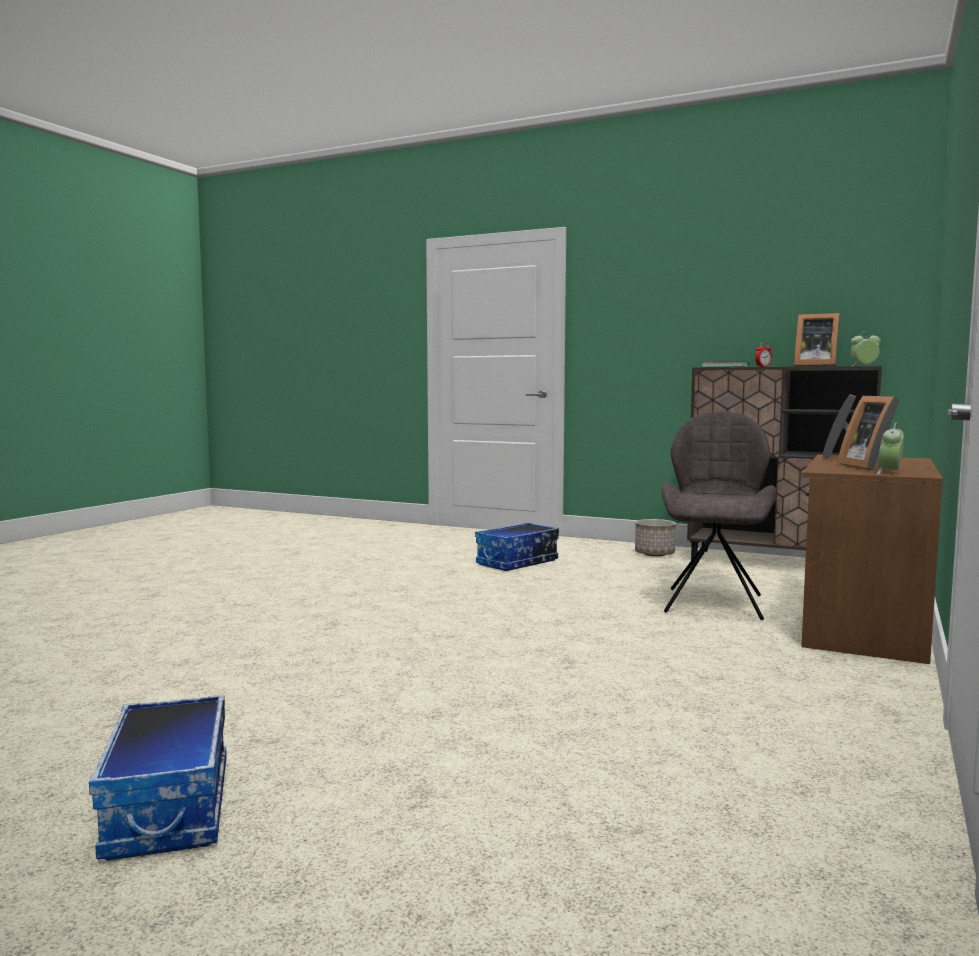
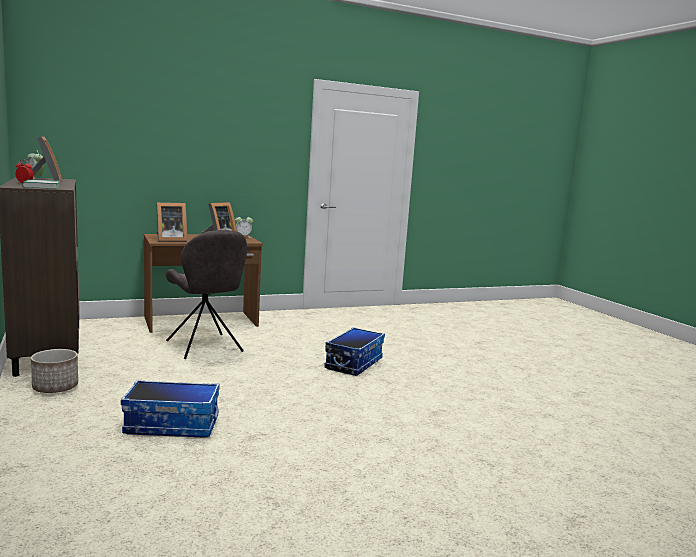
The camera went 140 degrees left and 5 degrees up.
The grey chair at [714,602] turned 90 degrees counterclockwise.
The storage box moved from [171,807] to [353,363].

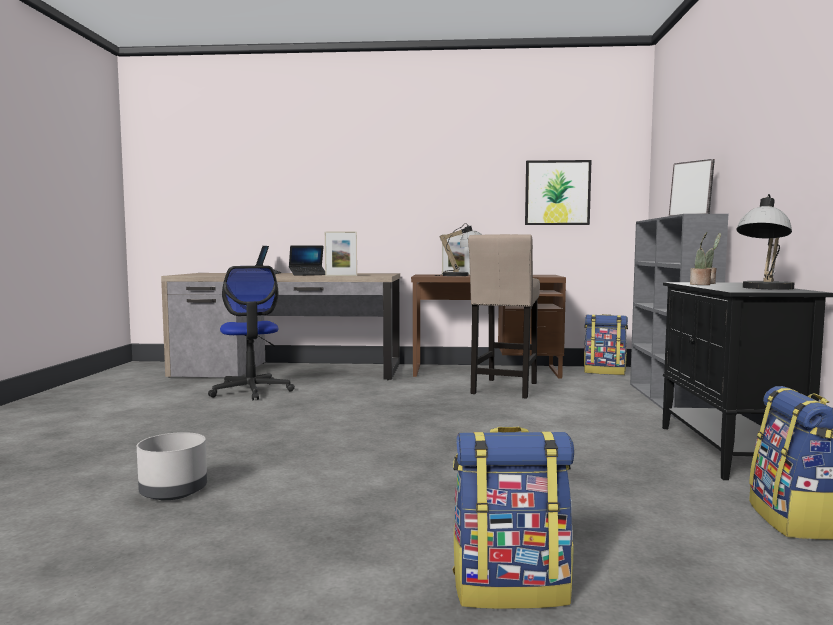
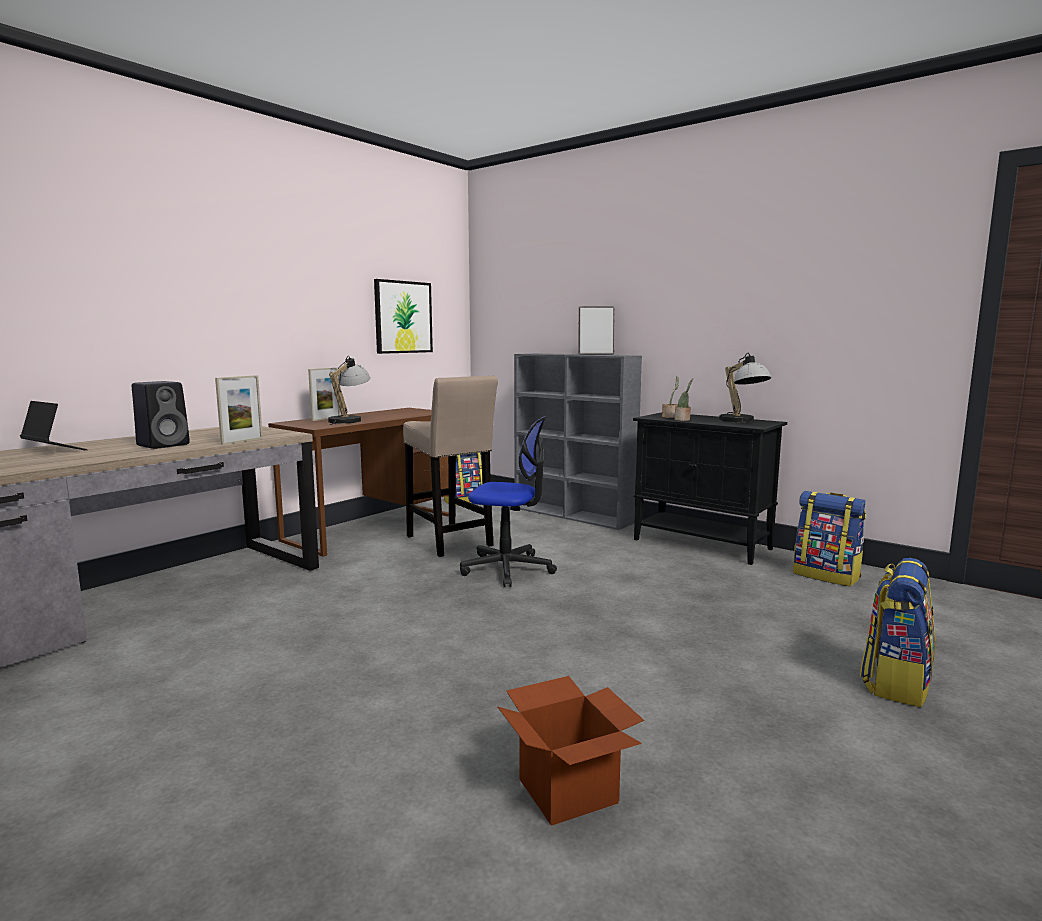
The camera went 55 degrees left and 5 degrees up.
The laptop at [308,274] was replaced by the black speaker at [164,445].
The office chair moved from [251,391] to [508,569].
The grey planter at [172,492] was replaced by the cardboard box at [568,791].

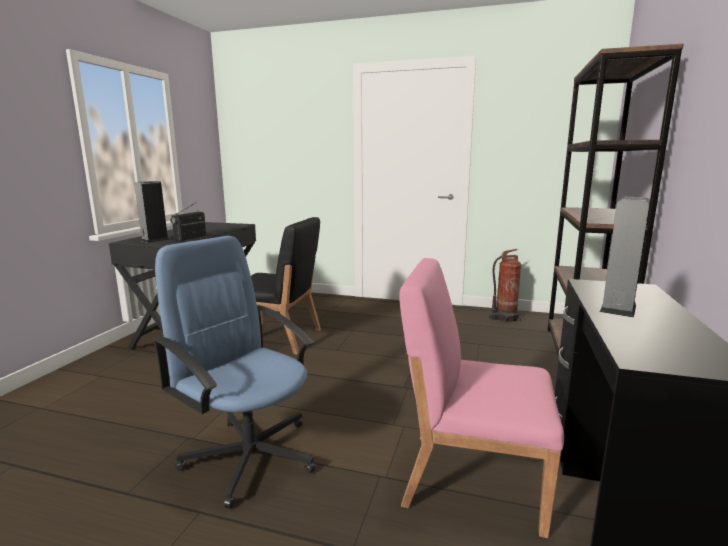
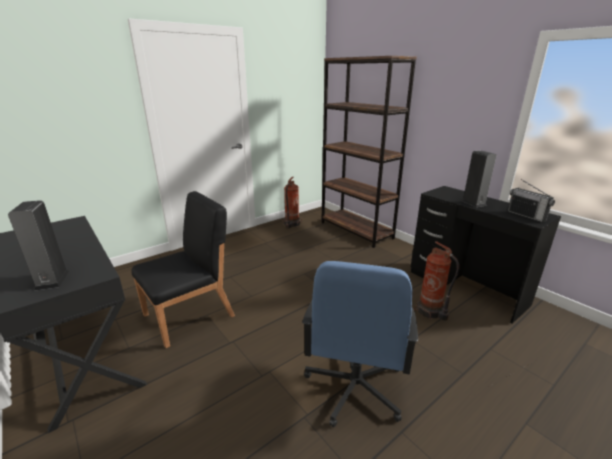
The camera went 55 degrees left and 10 degrees up.
The radio moved from [190,238] to [526,215].
The blue office chair at [250,455] turned 60 degrees counterclockwise.
The pink chair at [471,478] was replaced by the fire extinguisher at [430,312].

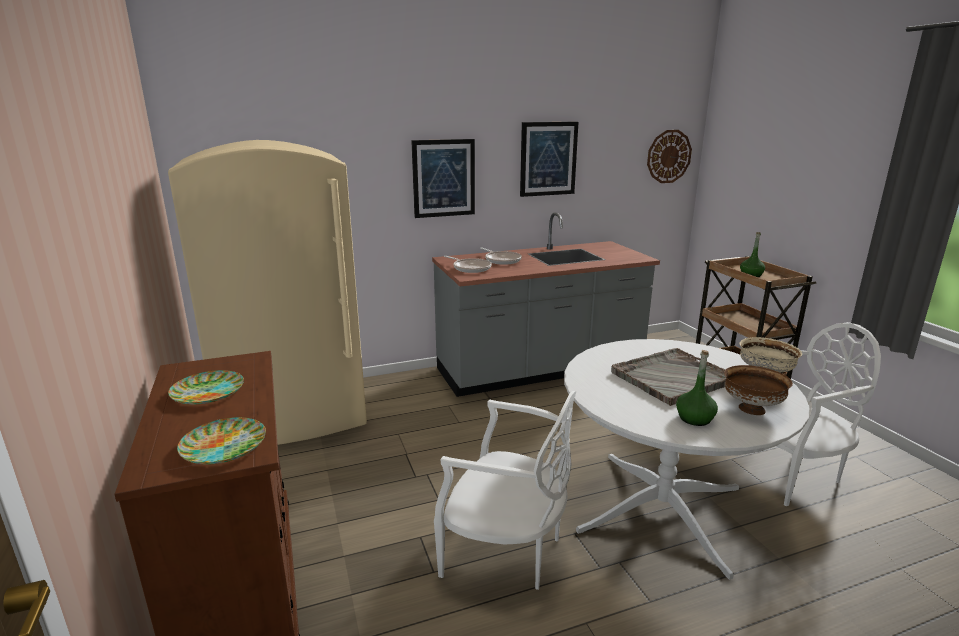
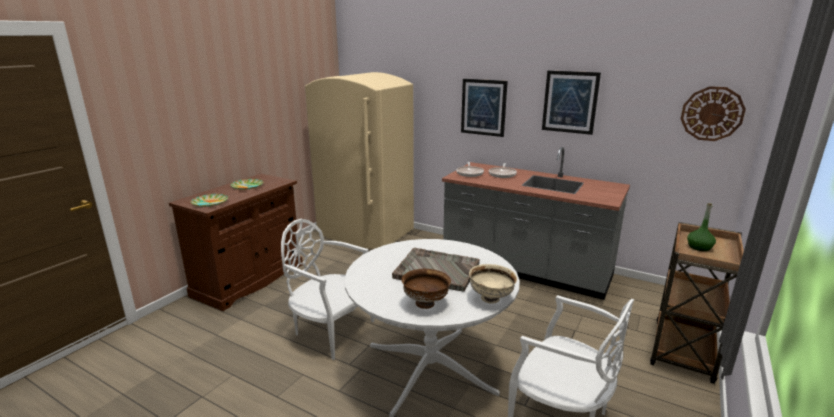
The camera went 50 degrees right and 0 degrees up.
The green bottle at [694,418] disappeared.
The white chair at [506,551] turned 135 degrees clockwise.

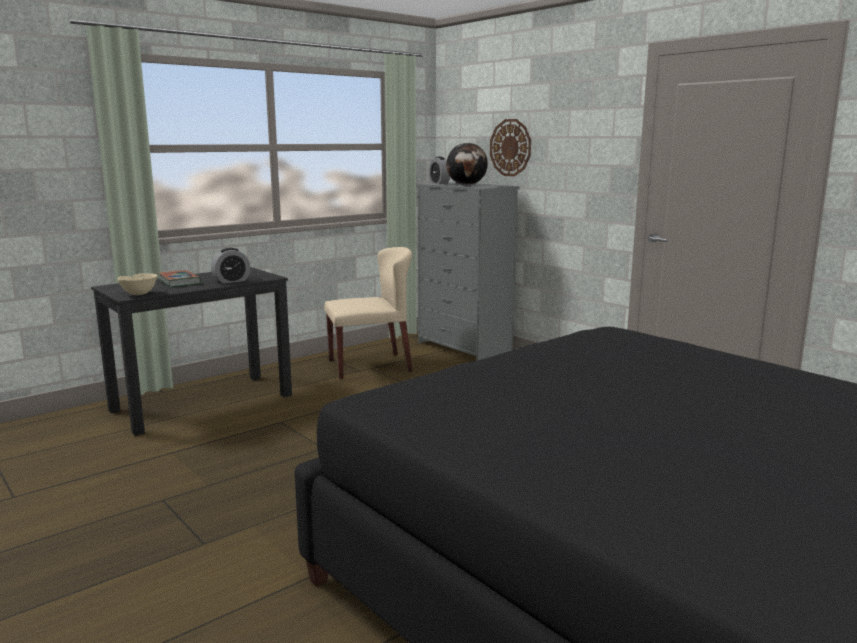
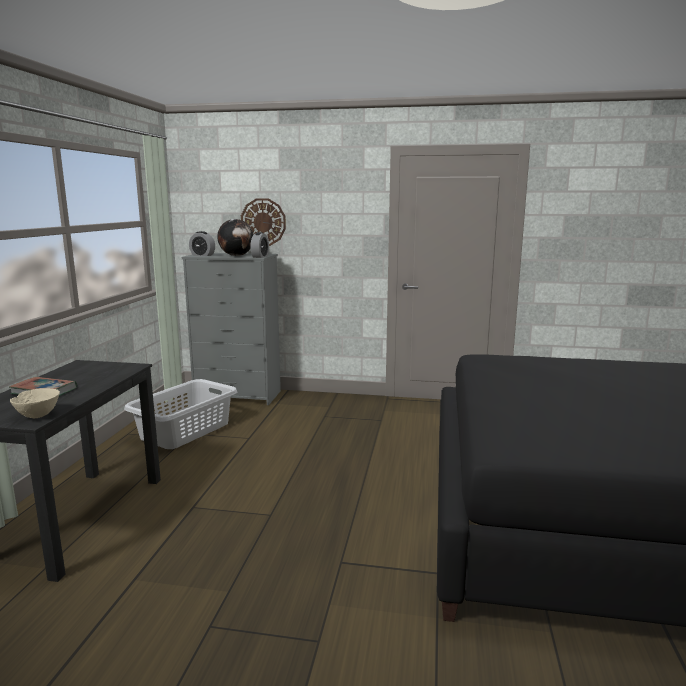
The camera went 40 degrees left and 0 degrees up.
The beige chair at [370,365] was replaced by the grey laundry basket at [186,431].
The alarm clock moved from [231,281] to [260,256].

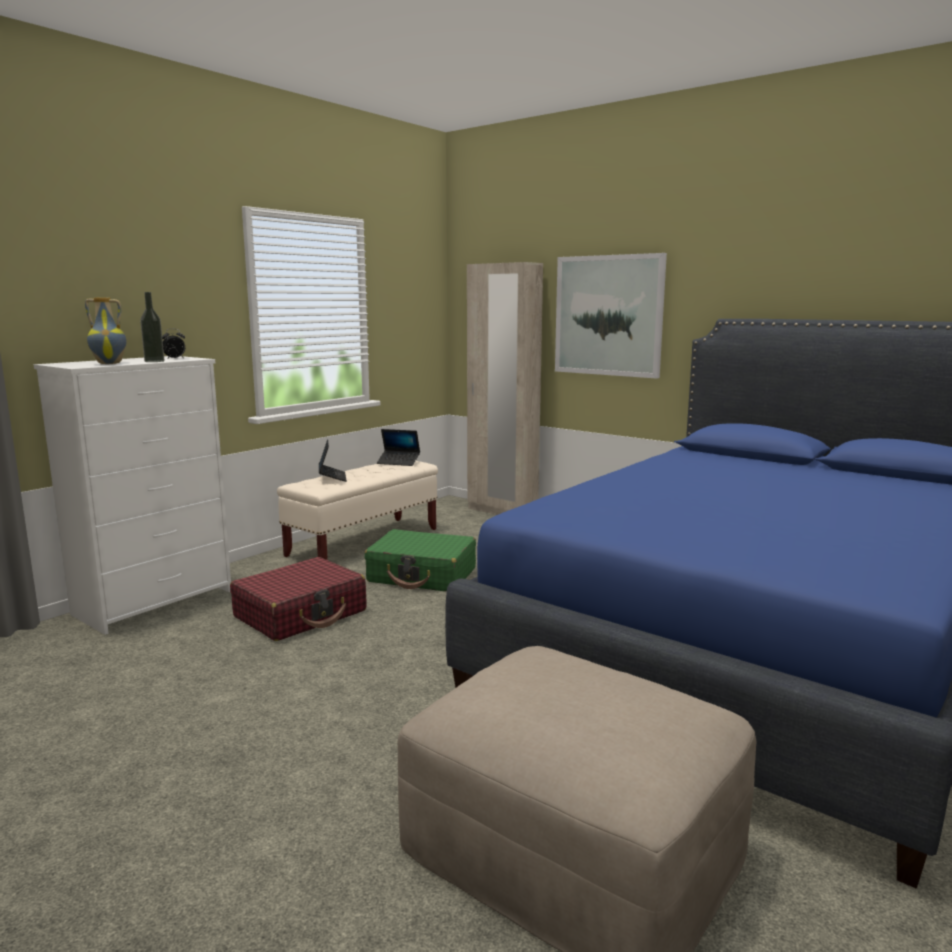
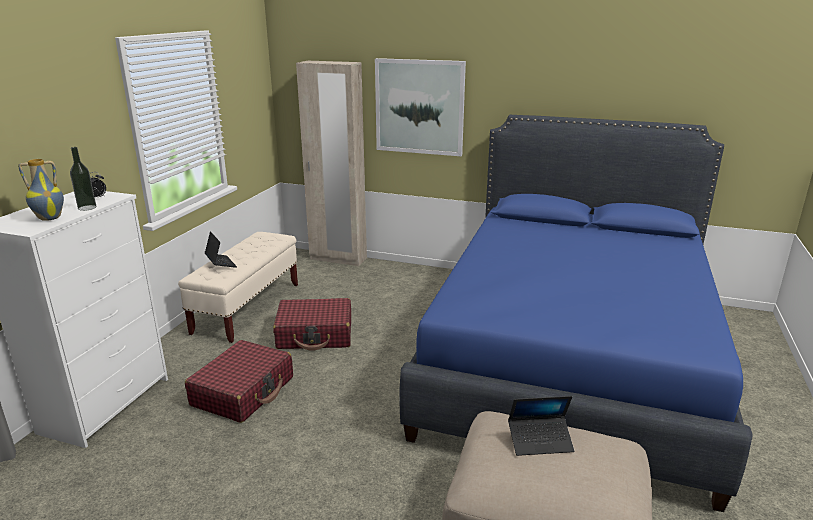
The camera went 20 degrees left and 10 degrees up.
The laptop moved from [398,462] to [540,441].
The green suitcase at [422,575] became the red suitcase at [315,334].

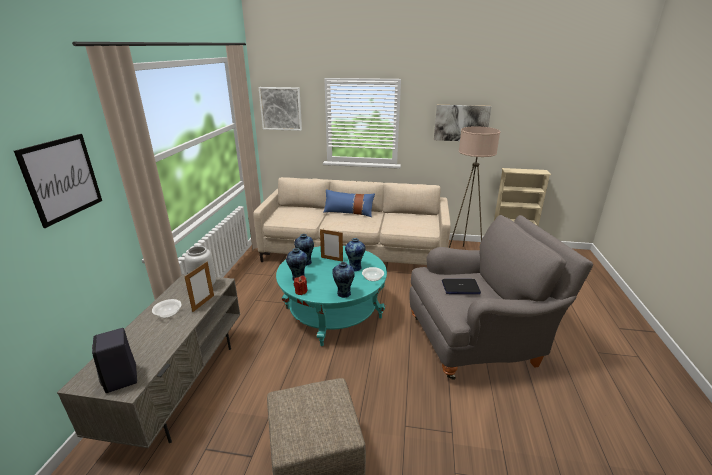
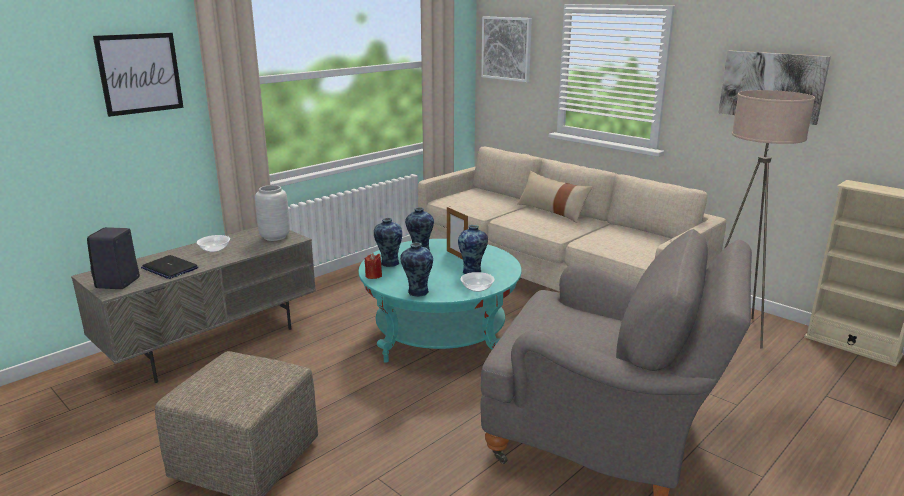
The camera went 35 degrees right and 5 degrees down.
The blue pillow at [348,212] became the beige pillow at [552,211].
The picture frame at [203,303] disappeared.
The laptop moved from [460,287] to [169,268].

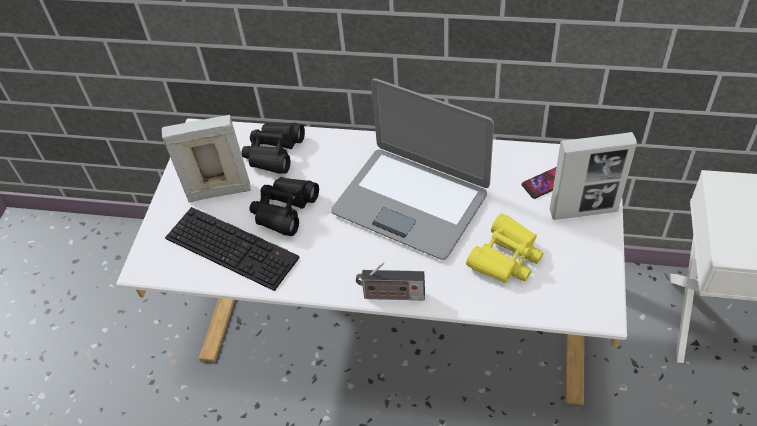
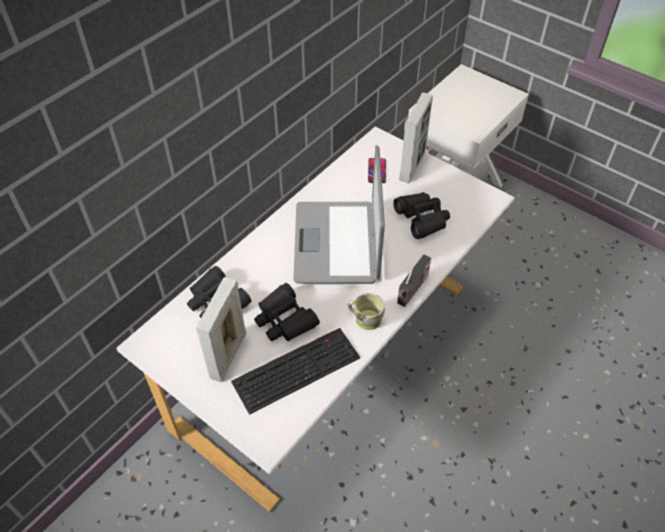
The camera went 65 degrees left and 0 degrees up.
The laptop at [411,202] turned 120 degrees clockwise.
The yellow binoculars at [506,257] became the black binoculars at [422,219].
The mug at [364,318] appeared.

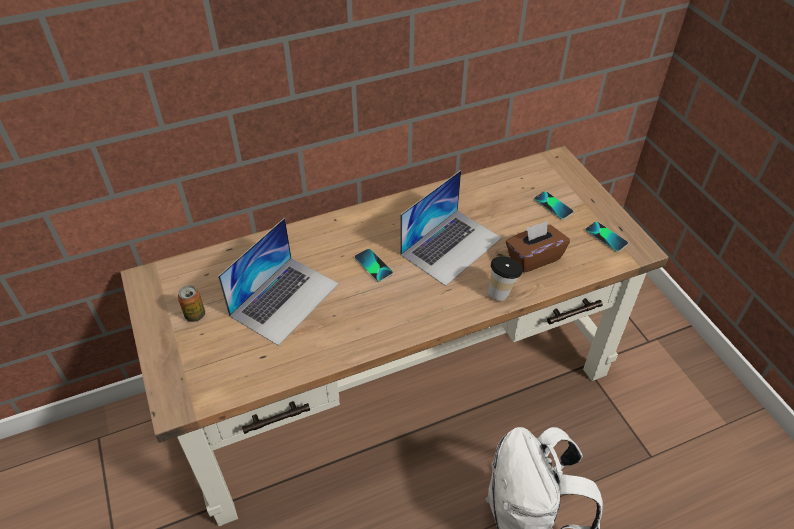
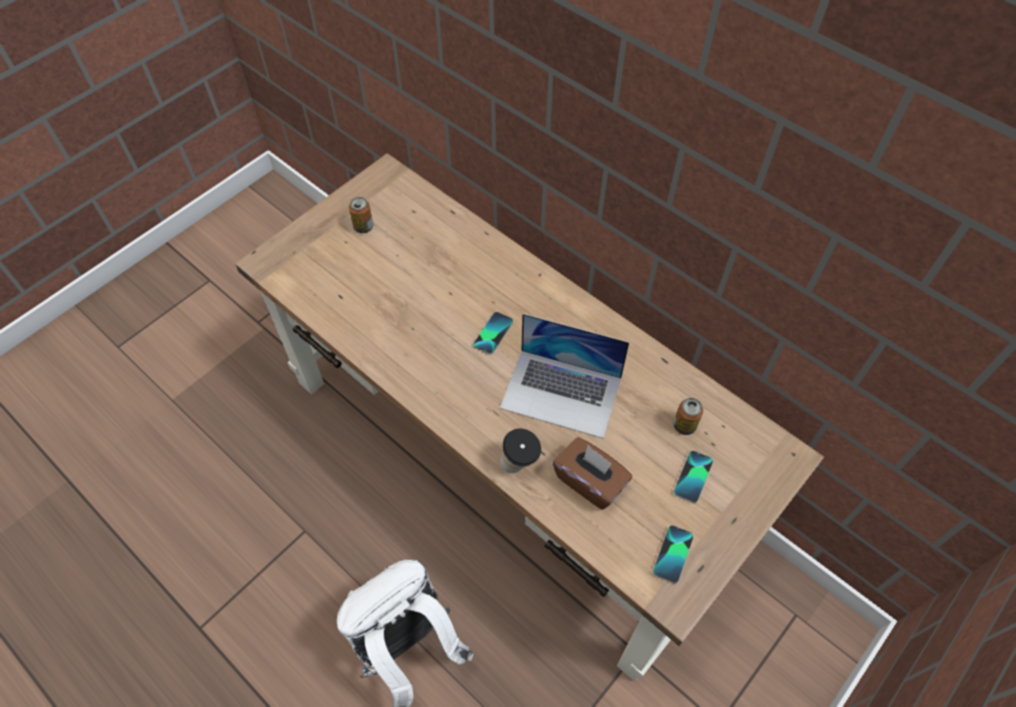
The camera went 65 degrees right and 10 degrees up.
The laptop at [284,299] disappeared.
The can at [684,426] appeared.

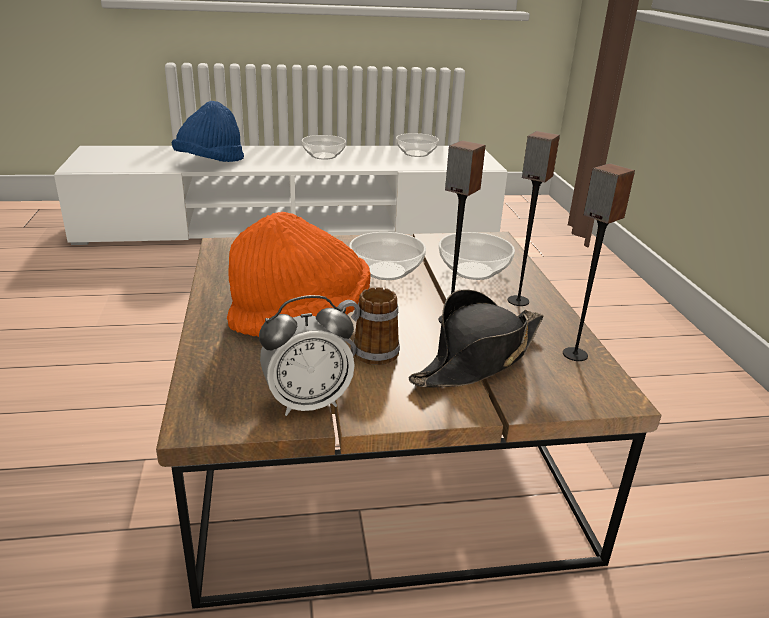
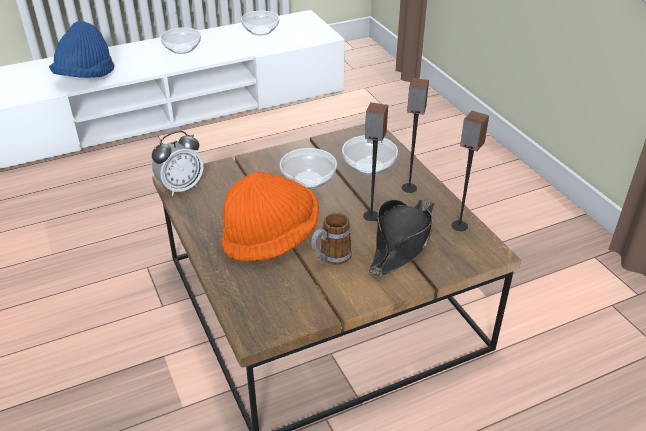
The camera went 15 degrees left and 10 degrees up.
The alarm clock moved from [307,402] to [181,187].

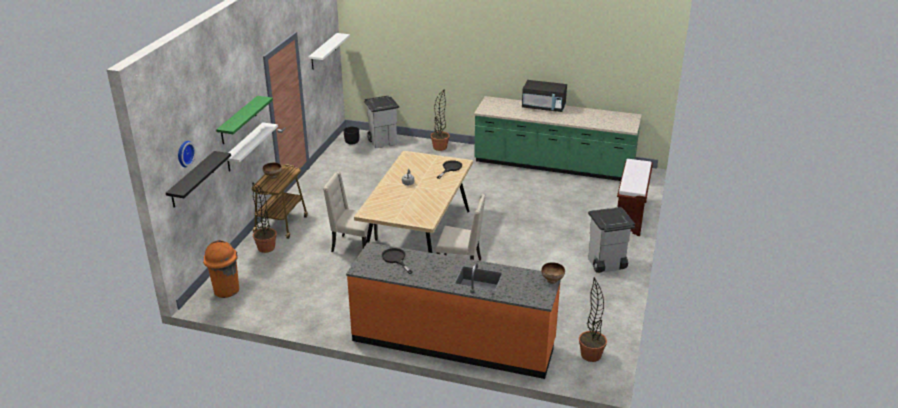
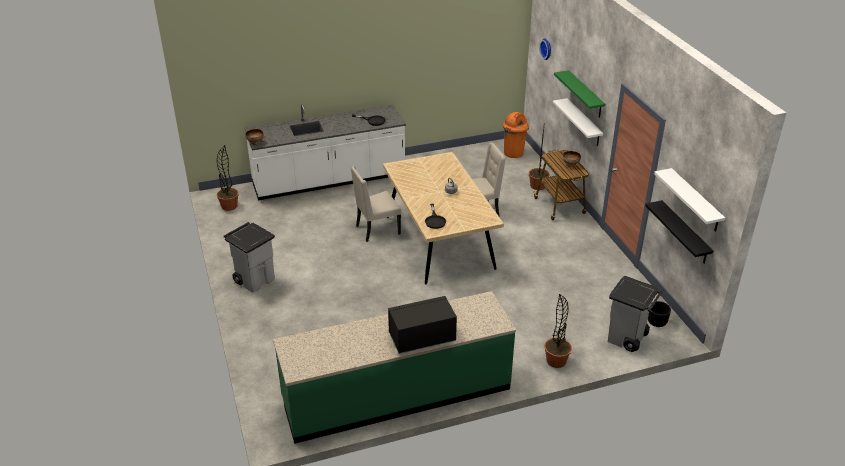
The camera went 145 degrees right and 5 degrees up.
The black shelf moved from [192,180] to [685,233].
The brown bench at [631,217] disappeared.
The orange counter at [453,341] became the white counter at [329,180].

